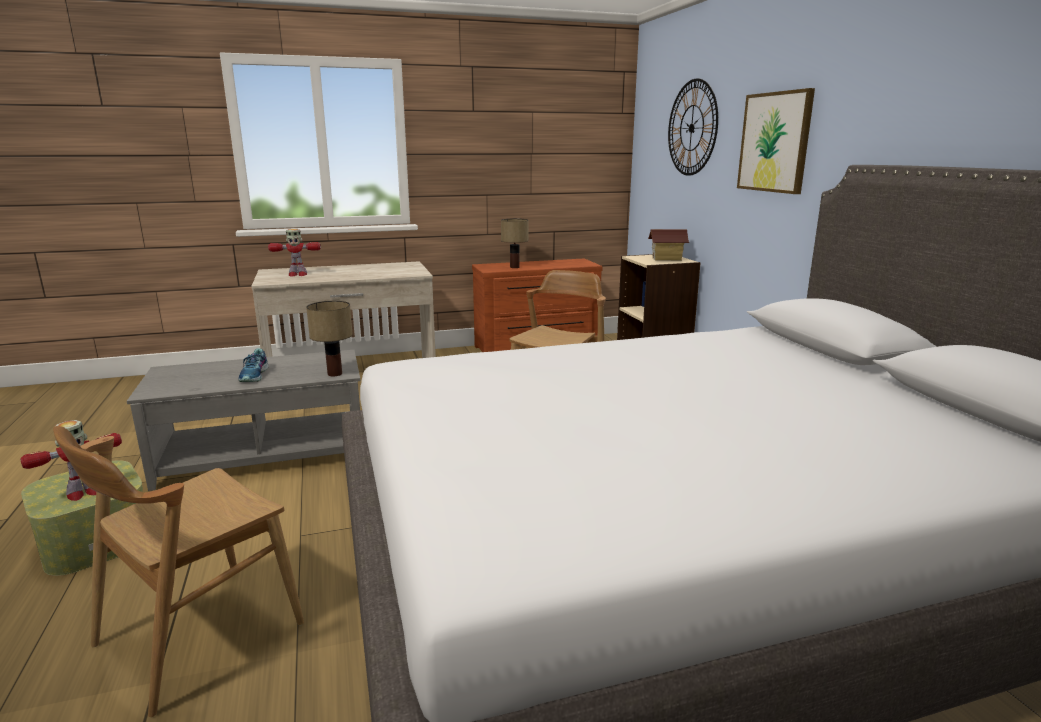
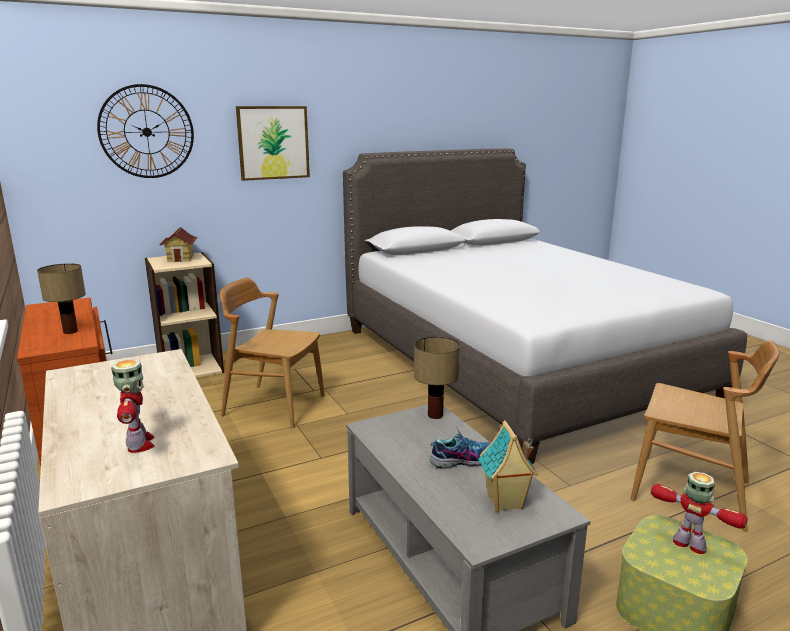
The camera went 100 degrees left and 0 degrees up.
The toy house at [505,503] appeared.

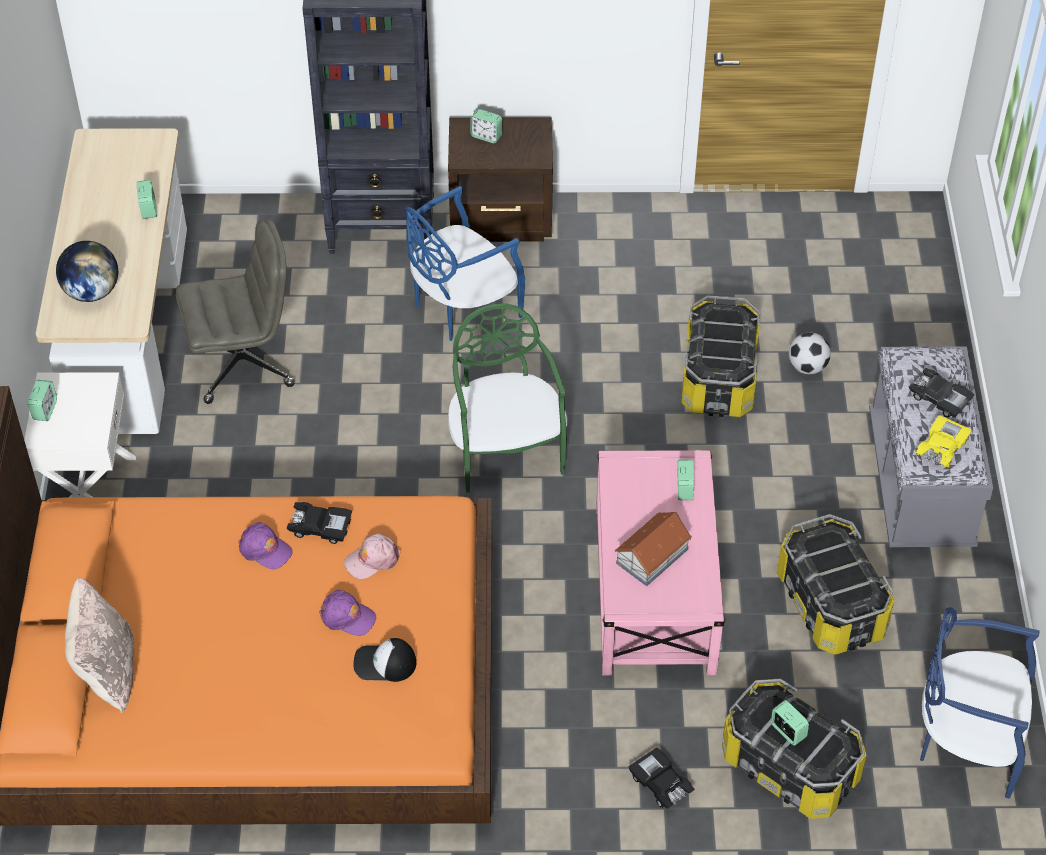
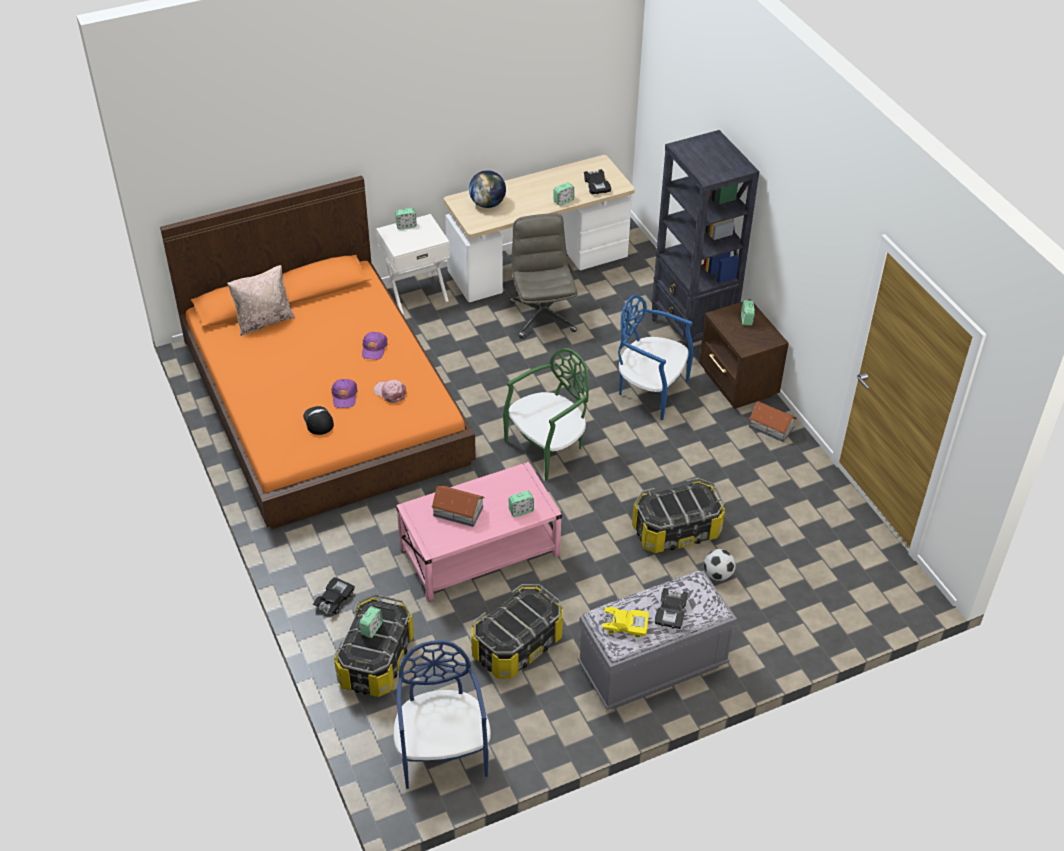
The camera went 65 degrees right and 5 degrees down.
The grey office chair at [243,363] turned 150 degrees counterclockwise.
The black toy car moved from [320,527] to [597,186].
The toy house at [771,427] appeared.

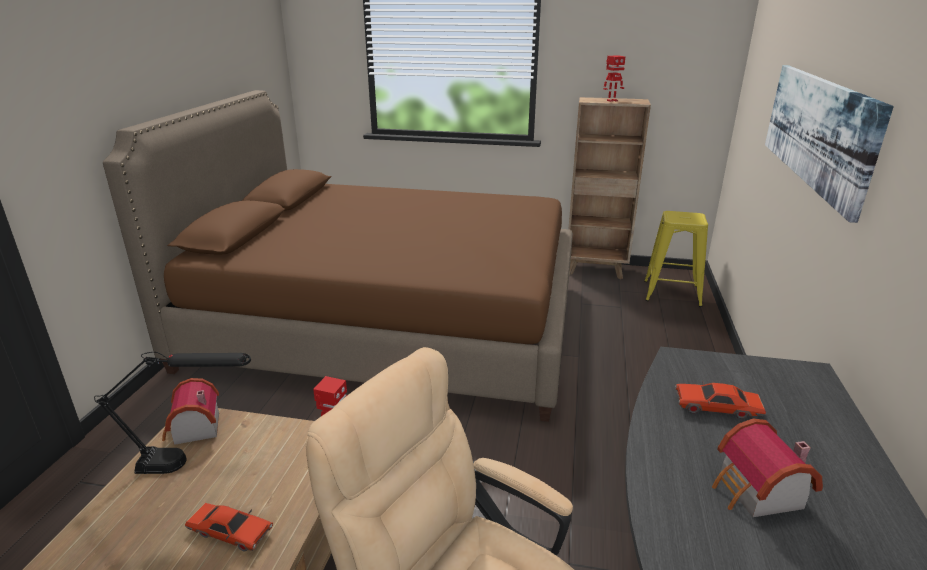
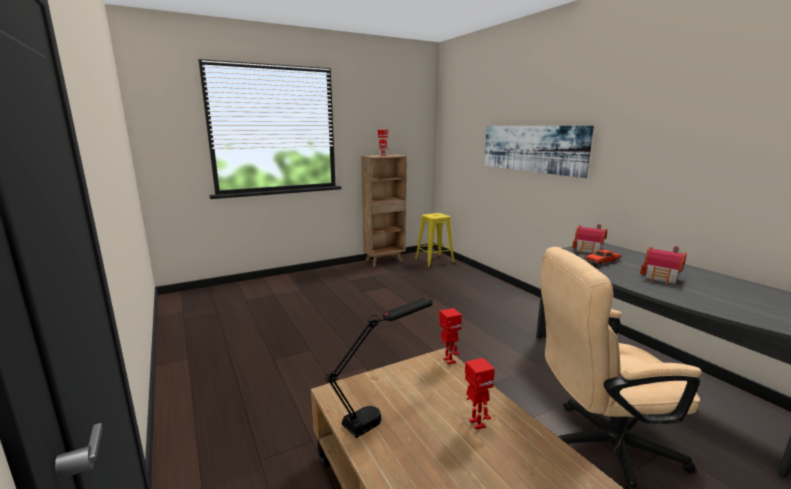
The camera went 40 degrees left and 10 degrees down.
The brown bed at [389,325] disappeared.
The toy house moved from [193,429] to [589,250].
The red toy car at [230,532] was replaced by the toy robot at [476,424].

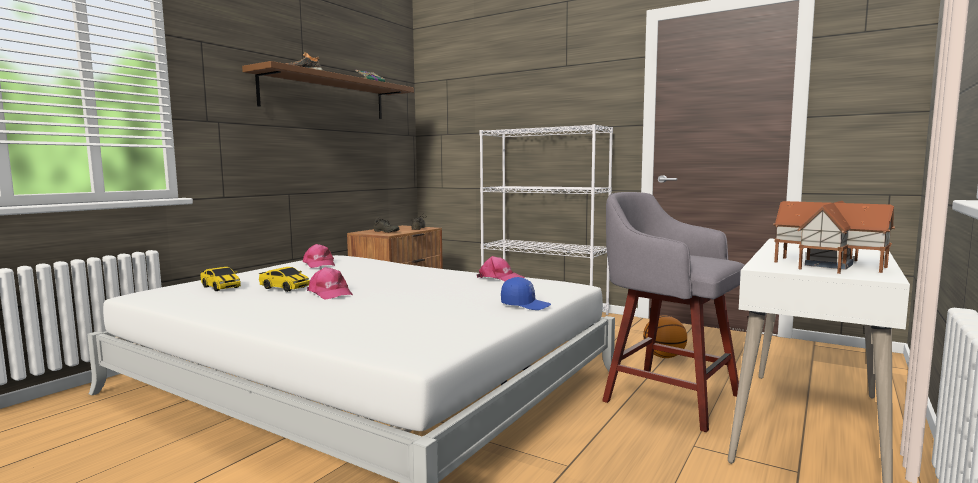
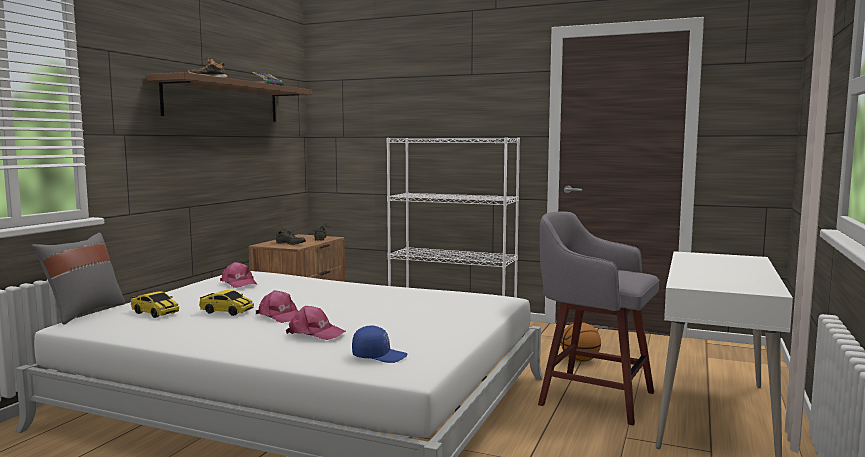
The camera went 10 degrees left and 0 degrees up.
The toy house at [827,265] disappeared.
The pink cap moved from [500,278] to [315,333].
The blue cap moved from [525,305] to [379,356].
The grey pillow at [84,312] appeared.

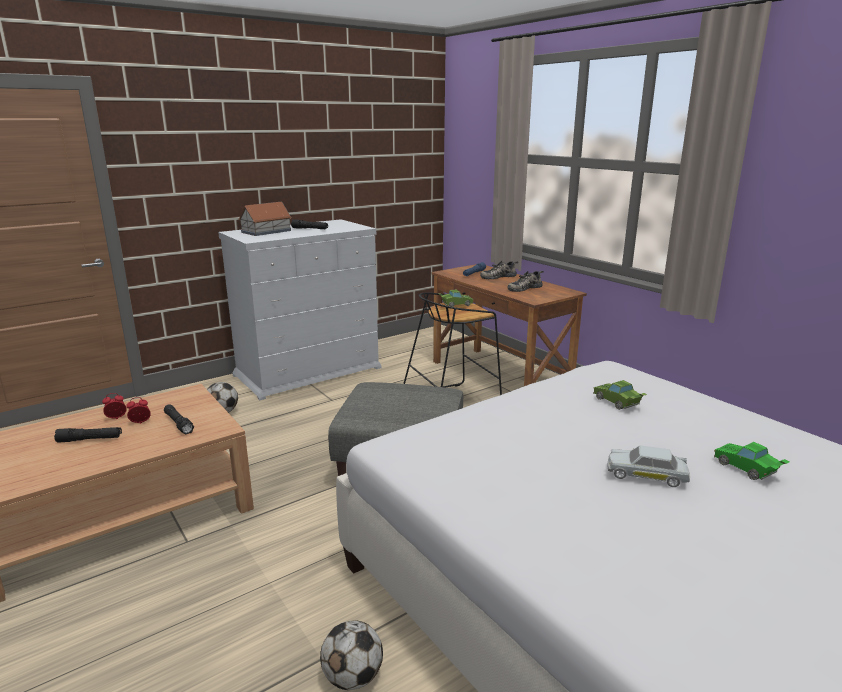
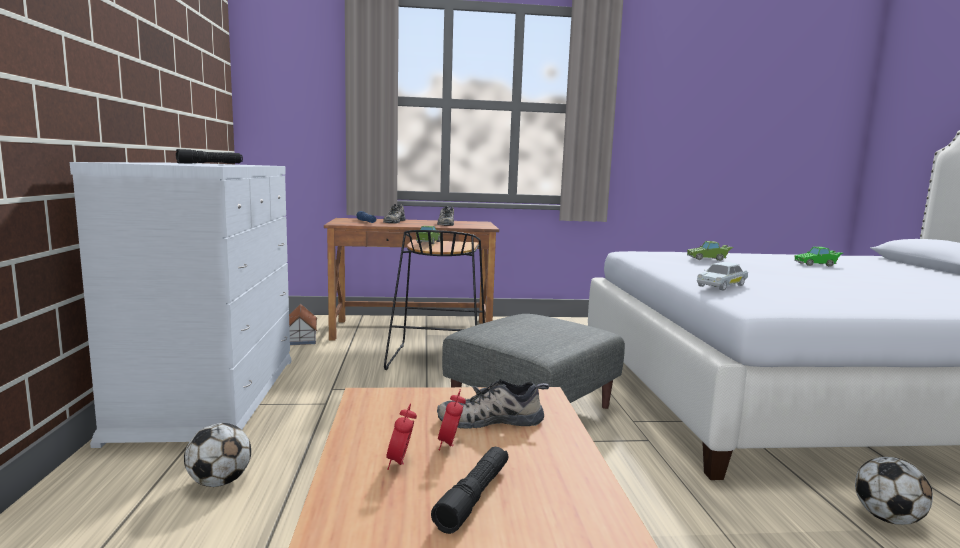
The camera went 60 degrees left and 10 degrees down.
The toy house moved from [265,231] to [300,338].
The black flashlight at [178,424] was replaced by the shoe at [491,419].
The white toy car moved from [646,475] to [721,285].

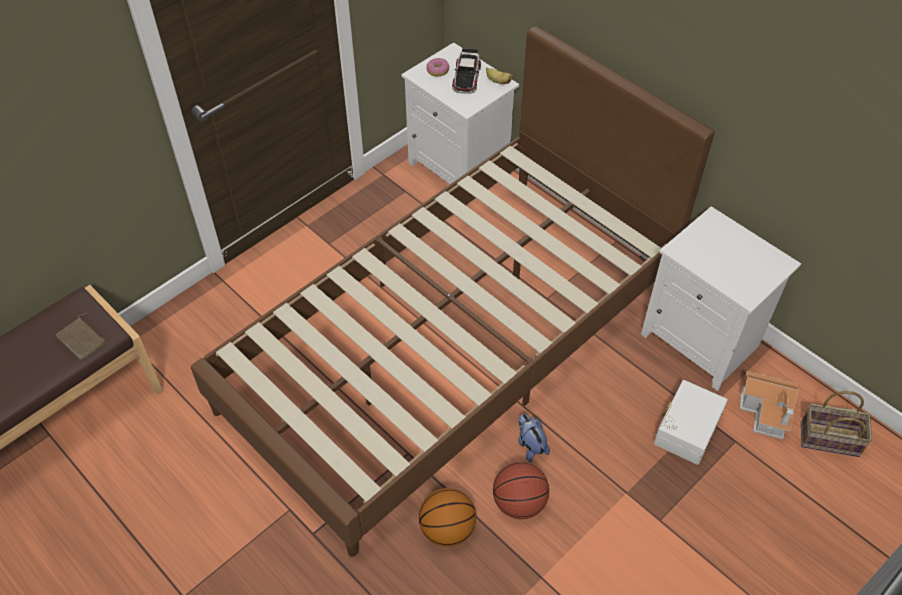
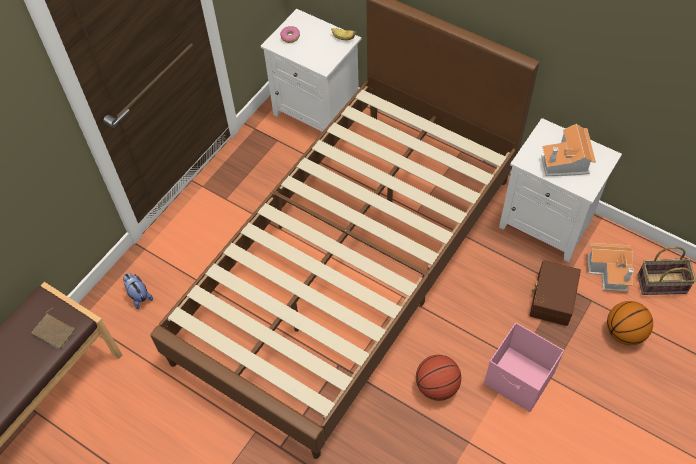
The camera went 10 degrees left and 5 degrees up.
The toy car at [466,77] disappeared.
The white storage box at [685,428] became the brown storage box at [551,298].
The plush toy moved from [530,445] to [139,296].
The basketball moved from [447,529] to [624,333].
The toy house at [566,162] appeared.
The pink storage box at [519,380] appeared.

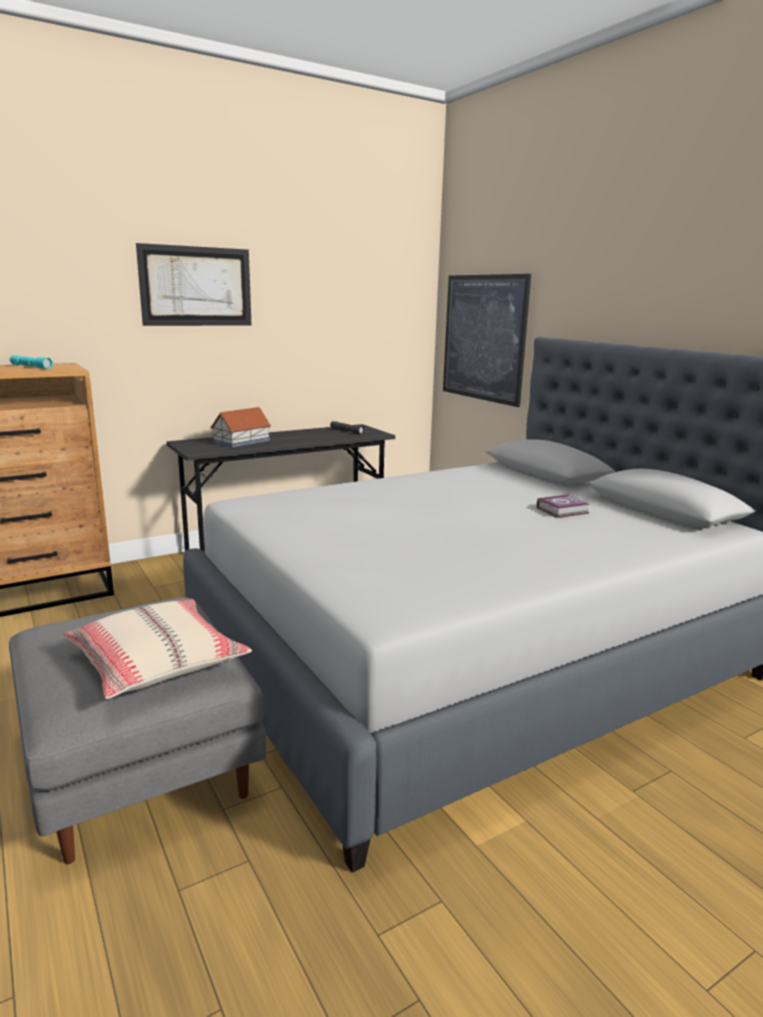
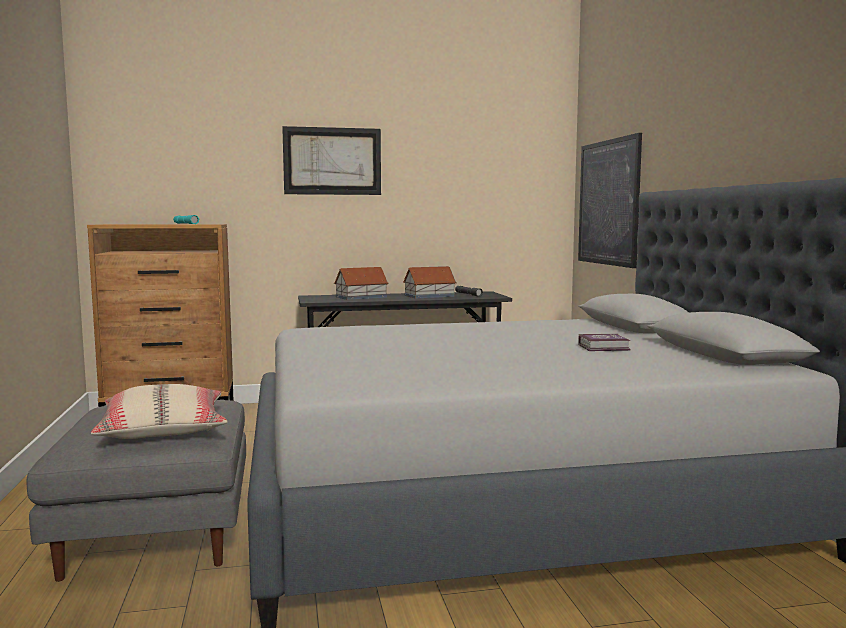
The camera went 20 degrees right and 10 degrees down.
The toy house at [428,296] appeared.

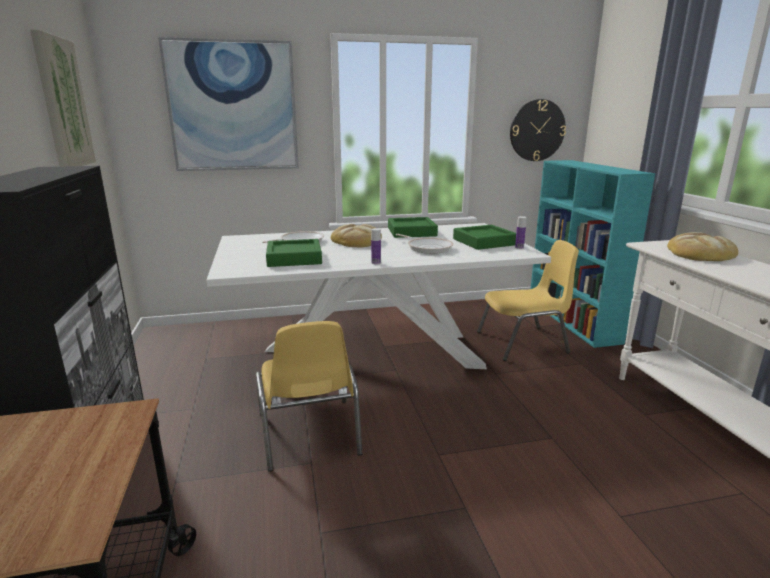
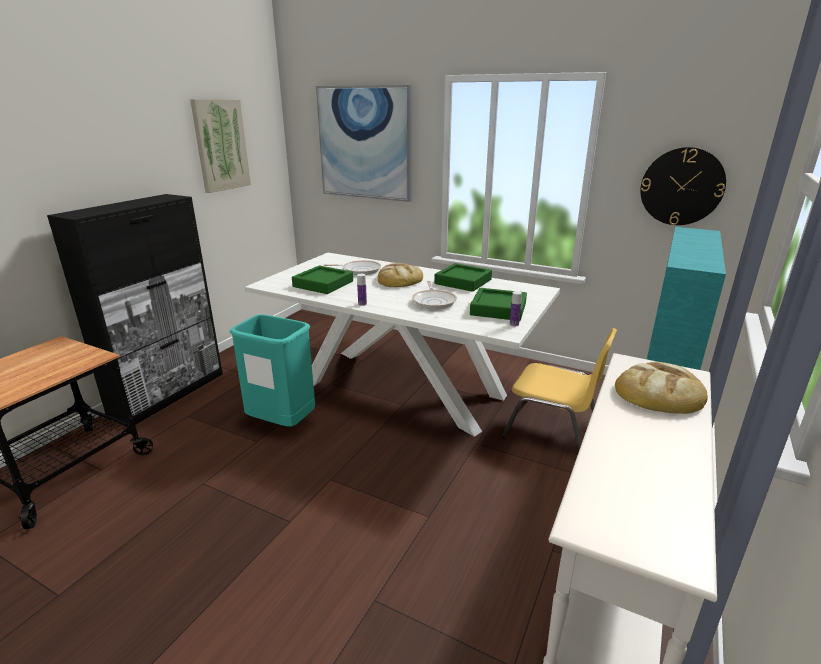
The camera went 40 degrees right and 5 degrees up.
The yellow chair at [309,434] was replaced by the turquoise trash can at [281,423].

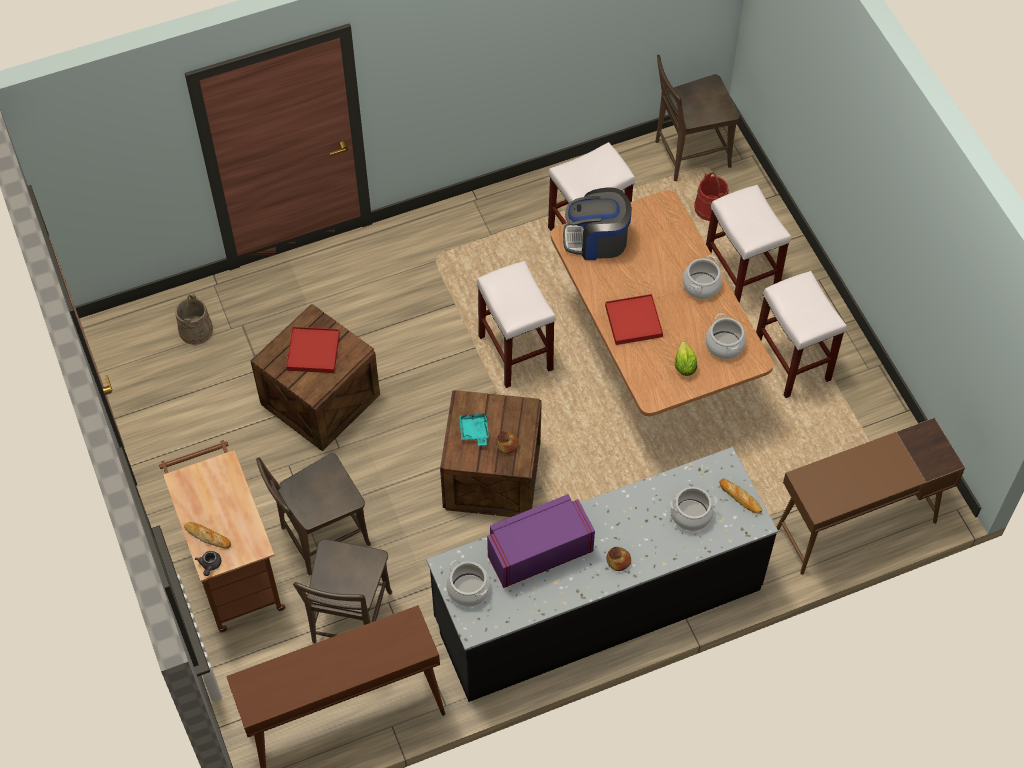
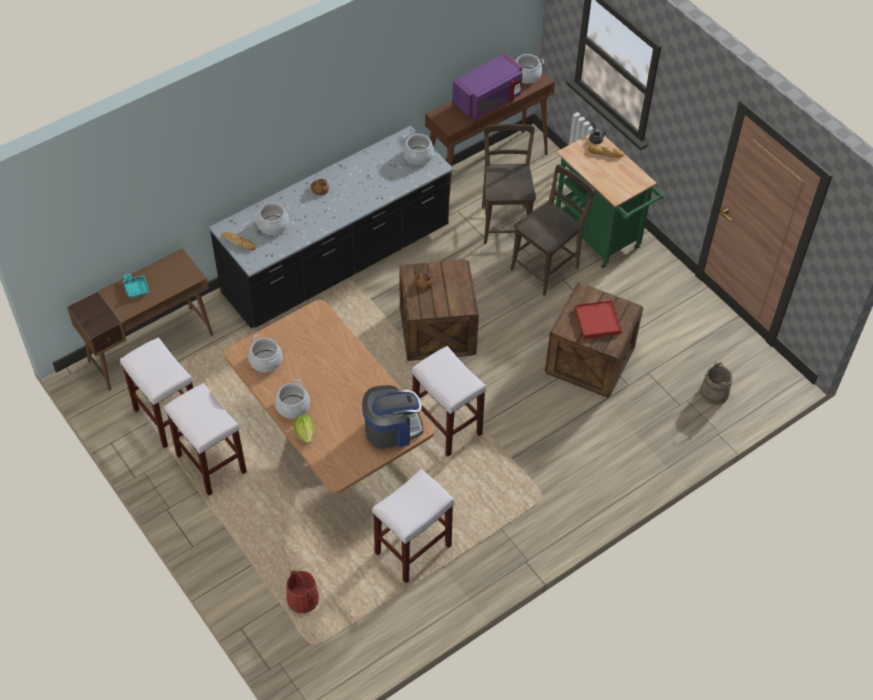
The camera went 165 degrees right and 5 degrees down.
The brown chair at [688,154] disappeared.
The white stool moved from [741,277] to [167,417].
The red tray at [633,321] disappeared.
The lettuce moved from [684,366] to [305,433].
The turquoise tray moved from [474,431] to [136,288].
The brown cart at [232,568] became the green cart at [600,237].
The purple microwave moved from [538,551] to [488,100].
The cooking pot at [526,75] appeared.

